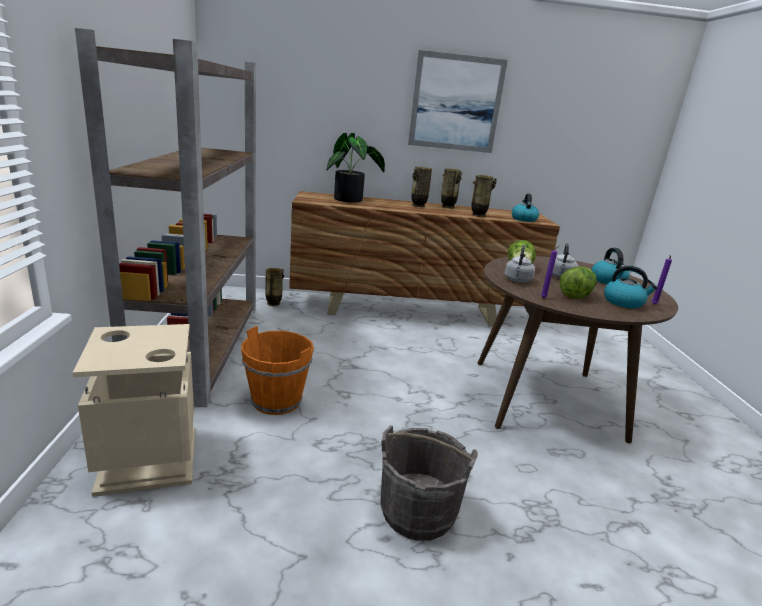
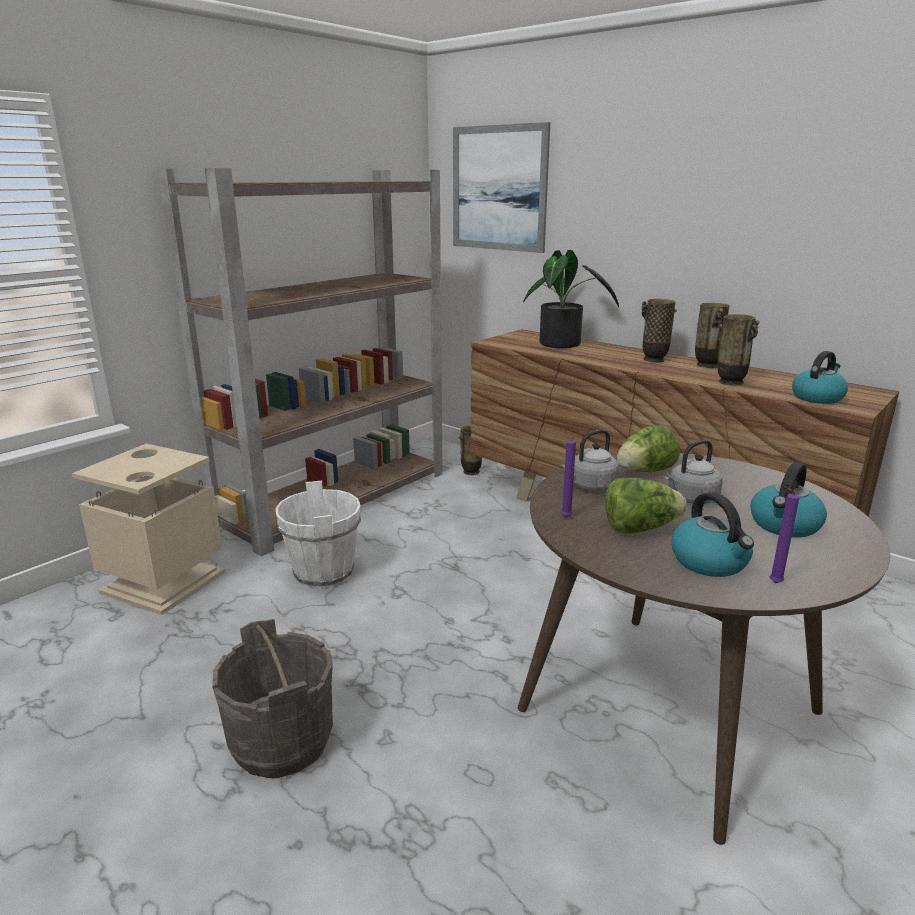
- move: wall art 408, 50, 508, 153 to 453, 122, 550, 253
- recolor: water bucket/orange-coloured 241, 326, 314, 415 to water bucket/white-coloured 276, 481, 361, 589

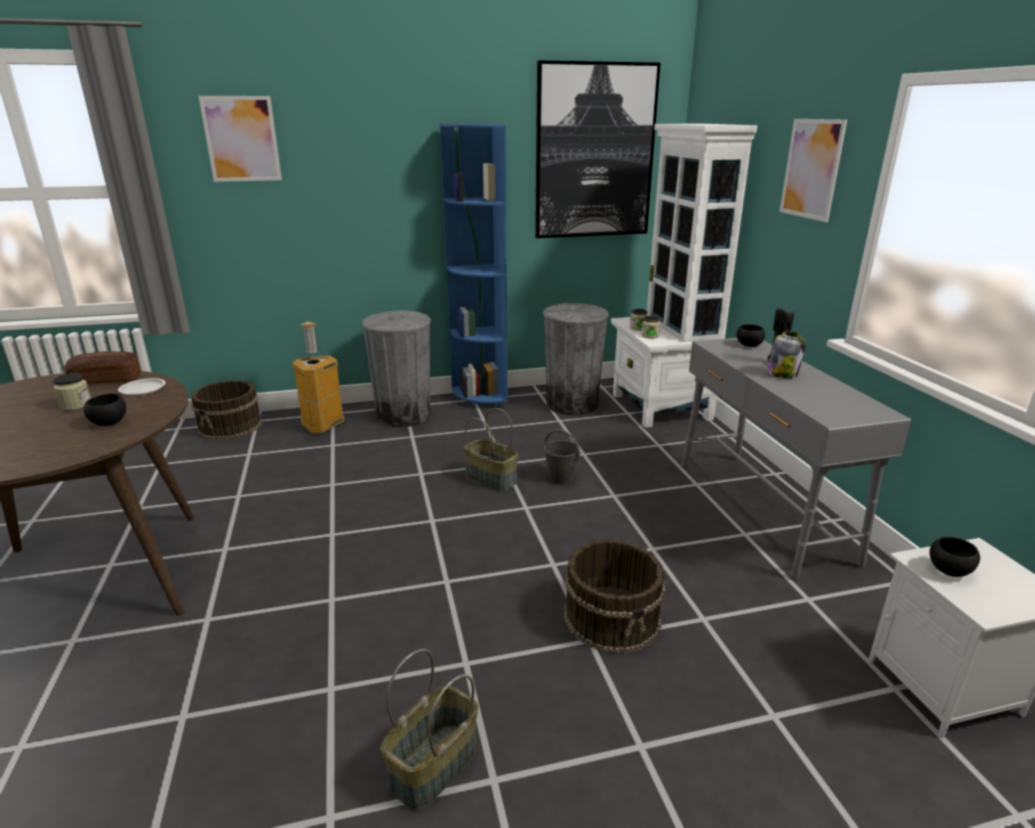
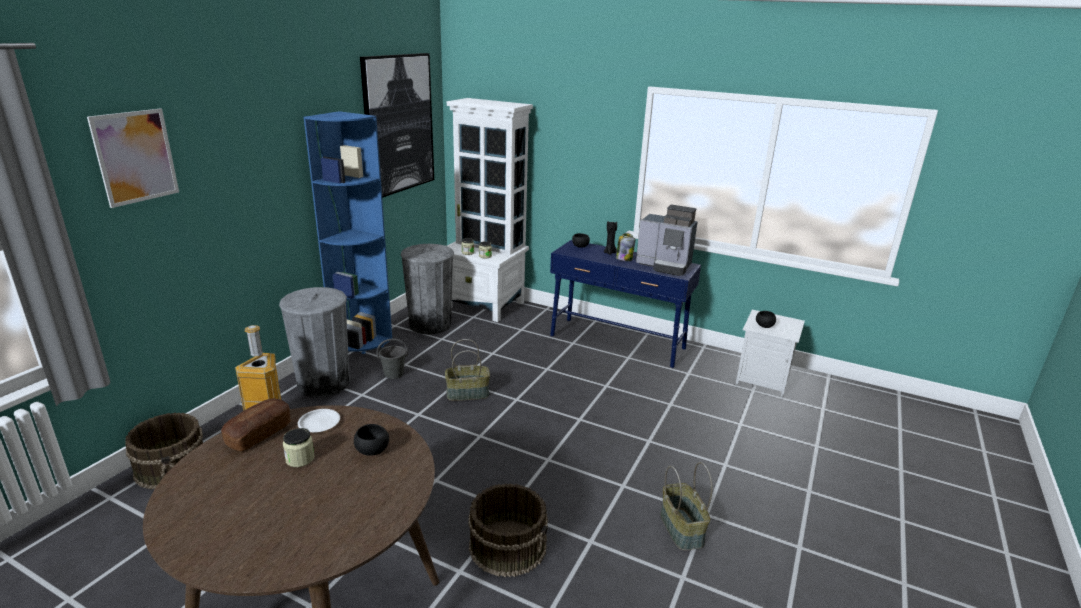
- delete: wall art 779, 119, 848, 222
- recolor: console table/greyish 681, 338, 911, 579 to console table/blue 550, 240, 701, 368
- move: water bucket/greyish 544, 429, 580, 484 to 377, 338, 408, 379
- move: water bucket/brown 564, 539, 665, 654 to 468, 483, 548, 577
- insert: coffee brewer 636, 205, 698, 276

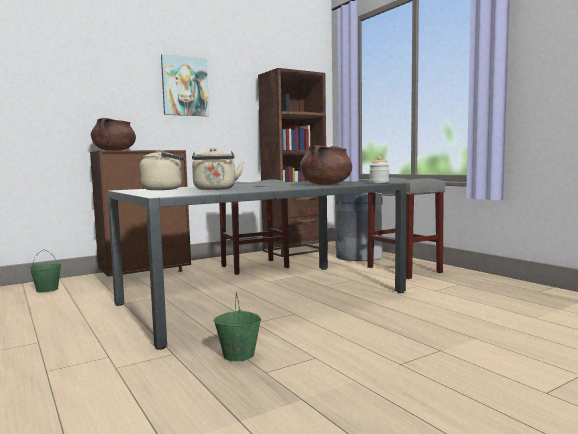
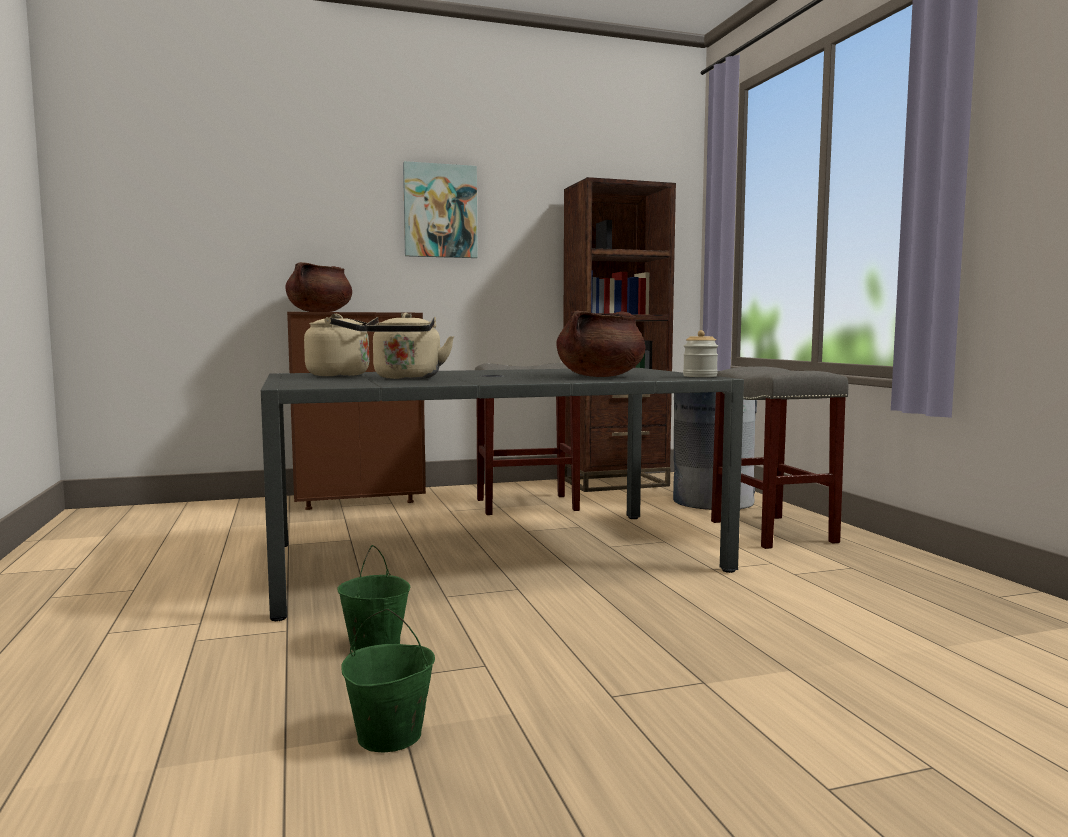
- move: water bucket/greenish 30, 249, 62, 293 to 341, 608, 435, 752

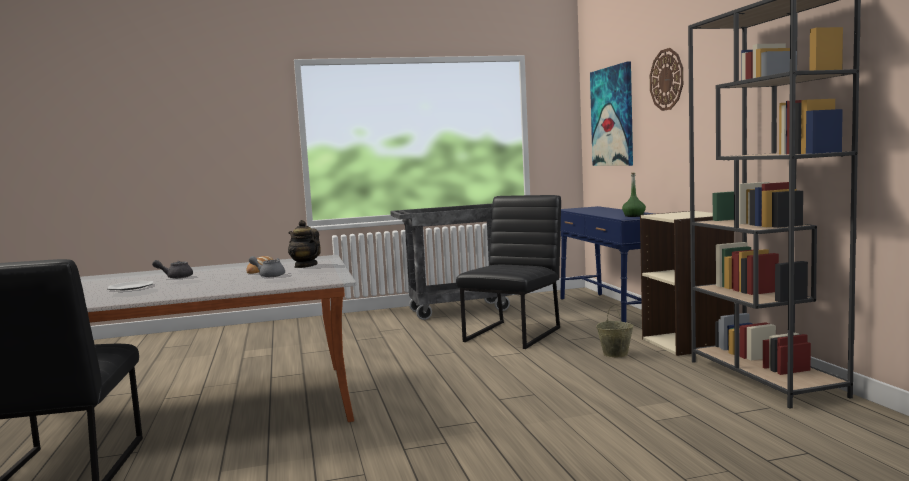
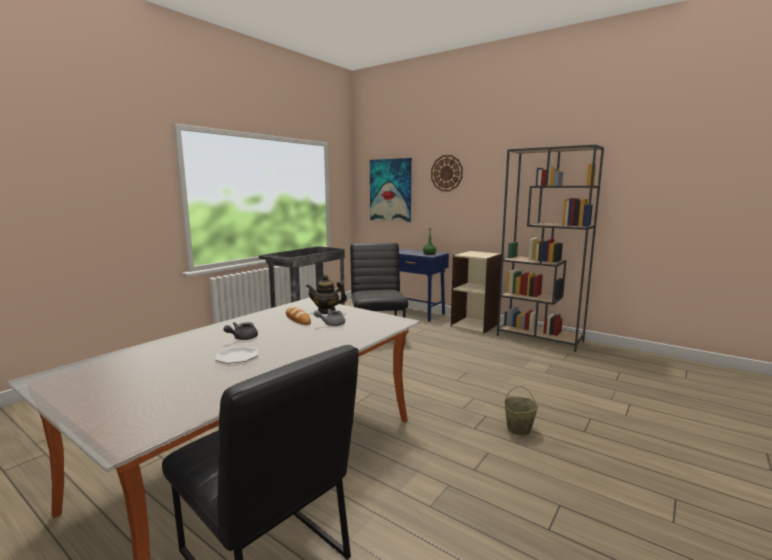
- move: water bucket/beige-coloured 596, 305, 634, 357 to 504, 386, 539, 436

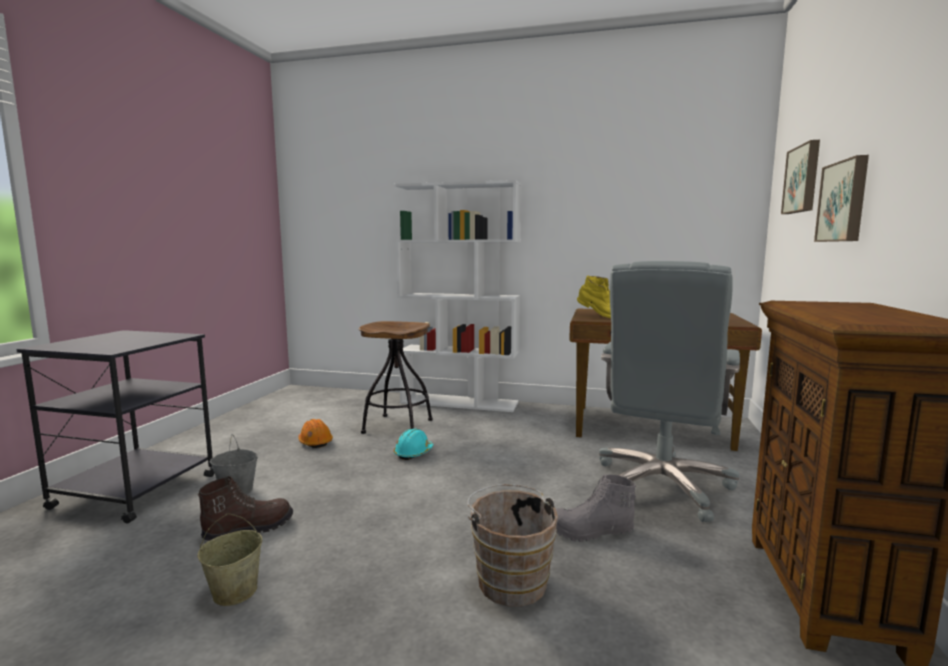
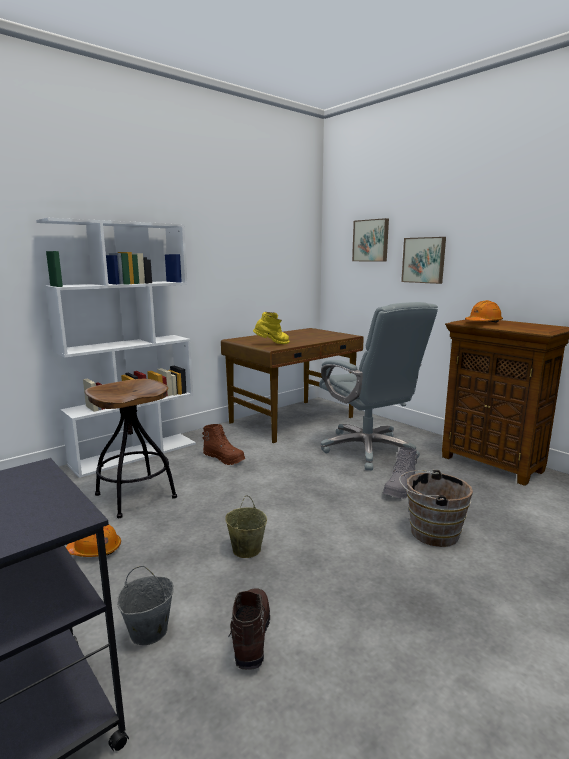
- delete: hard hat/turquoise-coloured 394, 429, 434, 460
- move: water bucket/beige-coloured 198, 513, 262, 606 to 225, 495, 267, 558
- insert: hard hat/orange-coloured 465, 300, 503, 323
- insert: tall boot/brown 202, 424, 245, 465

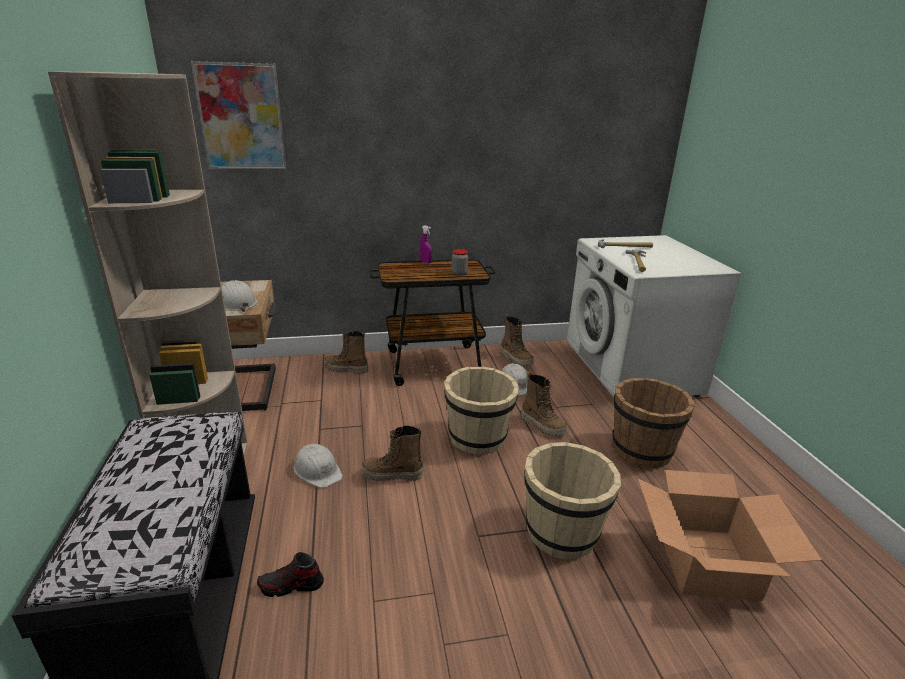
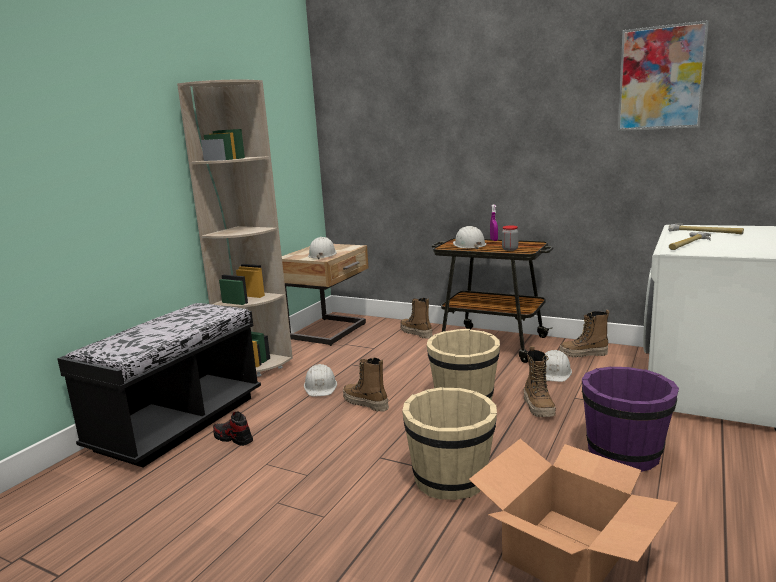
- move: wall art 191, 61, 286, 169 to 618, 20, 709, 131
- rotate: tall boot 500, 314, 534, 366 = 559, 310, 609, 357 90 degrees clockwise
- recolor: water bucket/brown 613, 378, 695, 468 to water bucket/purplish 582, 367, 679, 472
- insert: hard hat/white-coloured 453, 226, 486, 249

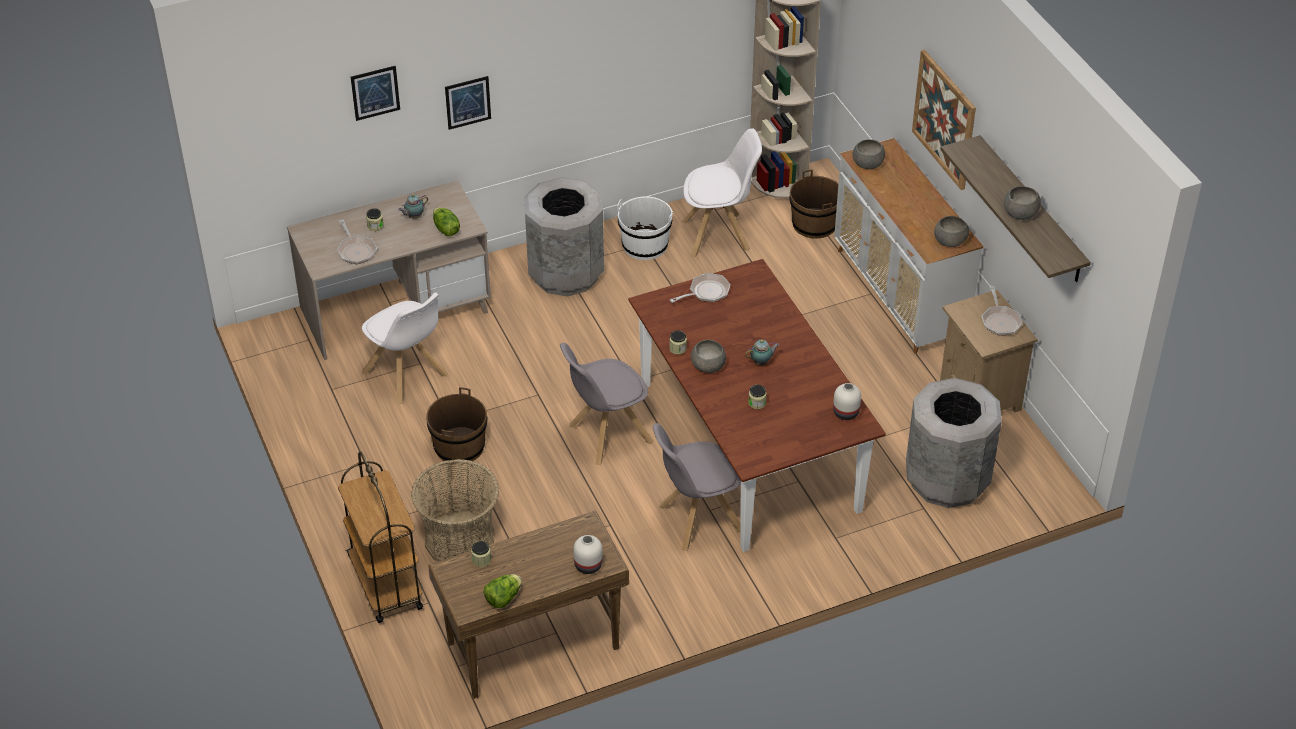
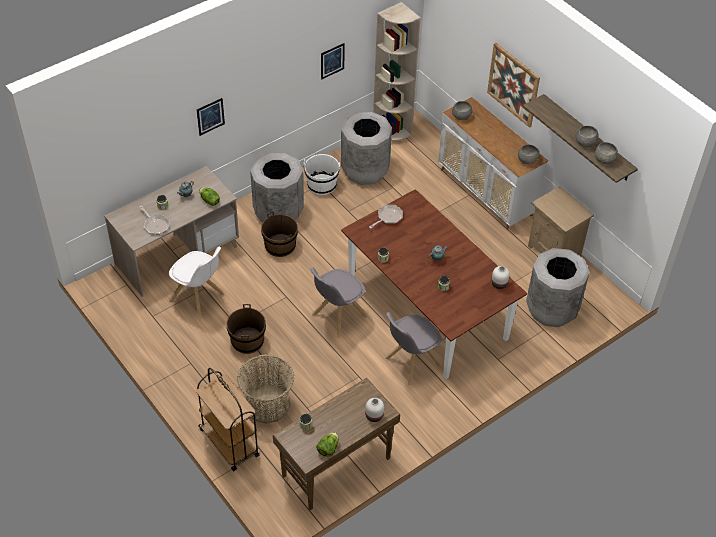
- move: wall art 351, 66, 400, 121 to 321, 43, 345, 79
- replace: upright chair/white-coloured 682, 128, 762, 257 to rubbish bin/greyish 341, 112, 392, 185
- move: water bucket/brown 789, 169, 838, 239 to 261, 211, 298, 257
- delete: skillet 982, 286, 1023, 336
- move: deep dish/greyish 691, 340, 726, 373 to 594, 142, 618, 164

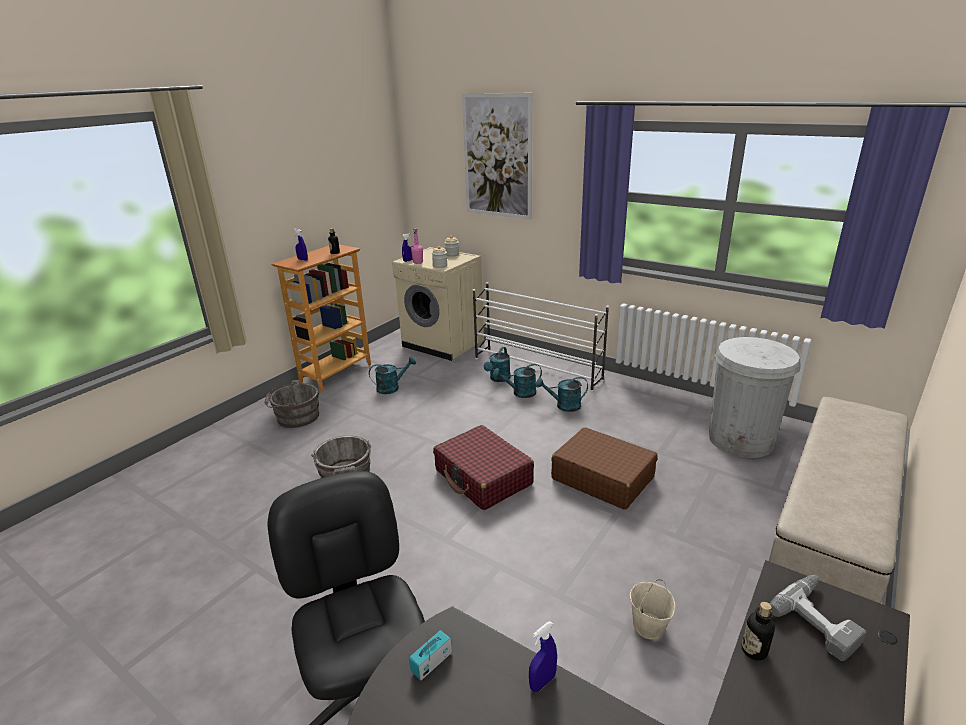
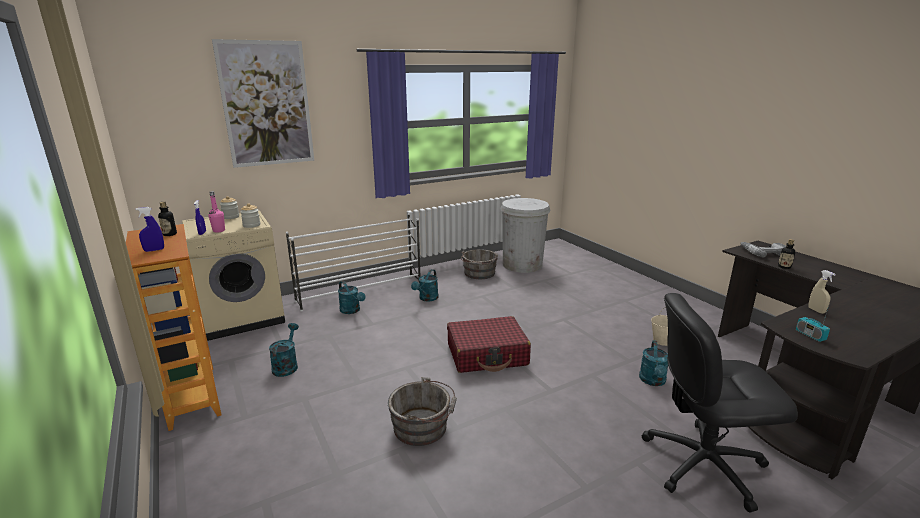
- move: watering pot/turquoise-coloured 493, 364, 542, 398 to 639, 340, 668, 386
- move: water bucket/greyish 264, 380, 319, 428 to 461, 249, 498, 279
- delete: bench/beige-coloured 769, 397, 908, 603
- delete: suitcase/brown 551, 427, 658, 510
- recolor: spray bottle/blue 529, 621, 557, 692 to spray bottle/beige-coloured 809, 270, 836, 314

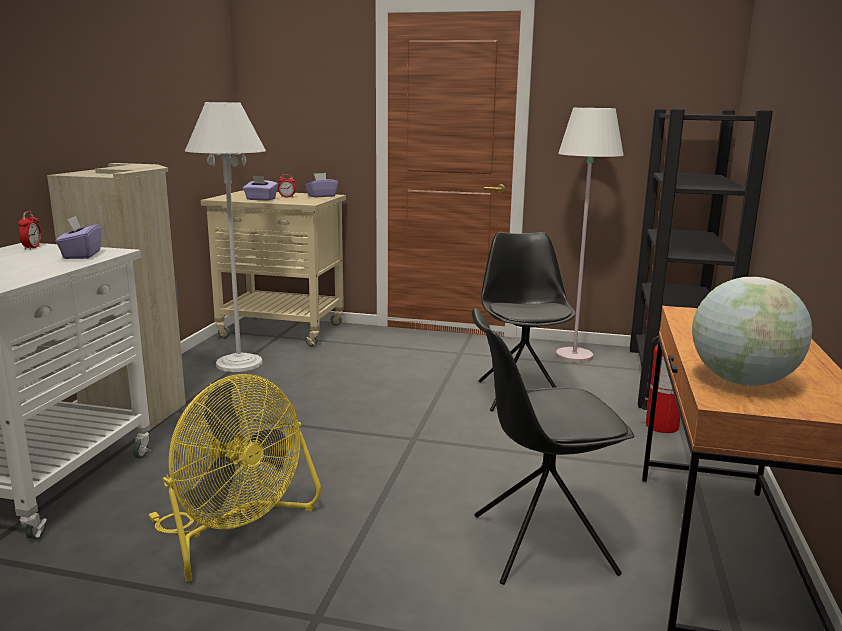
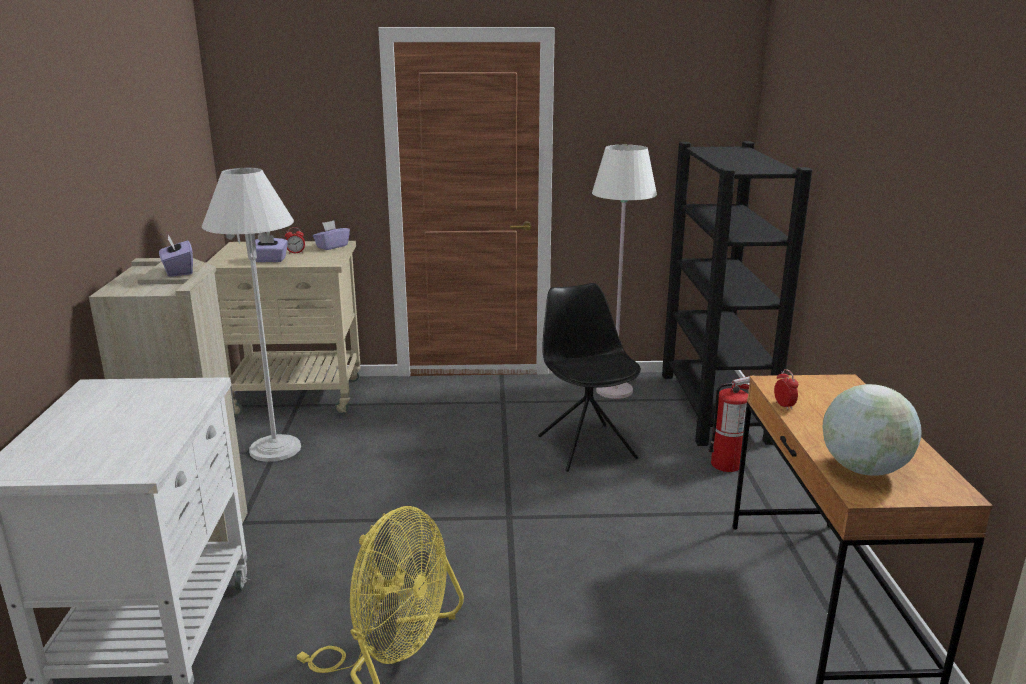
- move: bedside clock 18, 211, 41, 250 to 774, 369, 798, 410
- move: tissue holder/purplish 56, 216, 101, 259 to 159, 235, 193, 277
- delete: upright chair/blackish 472, 308, 634, 585

